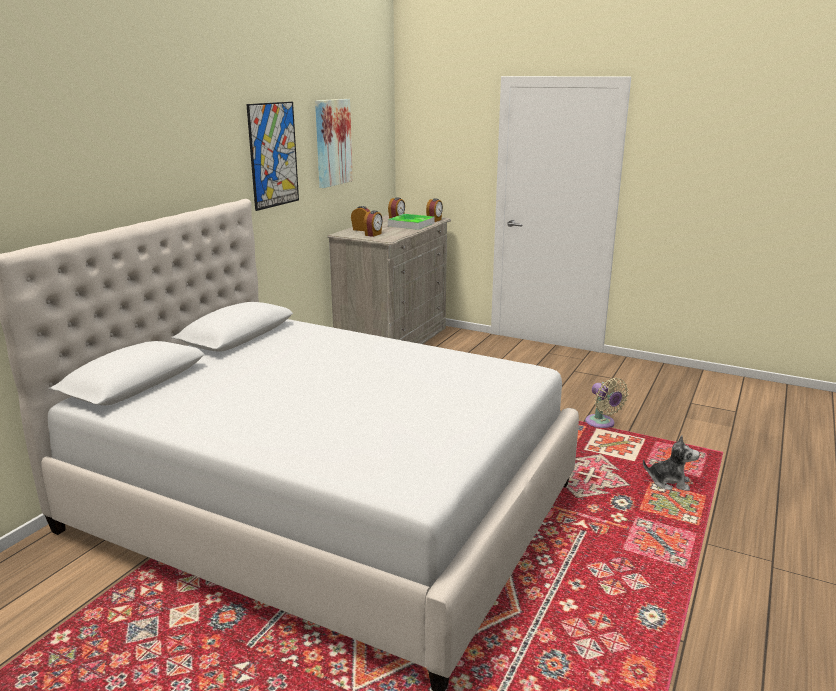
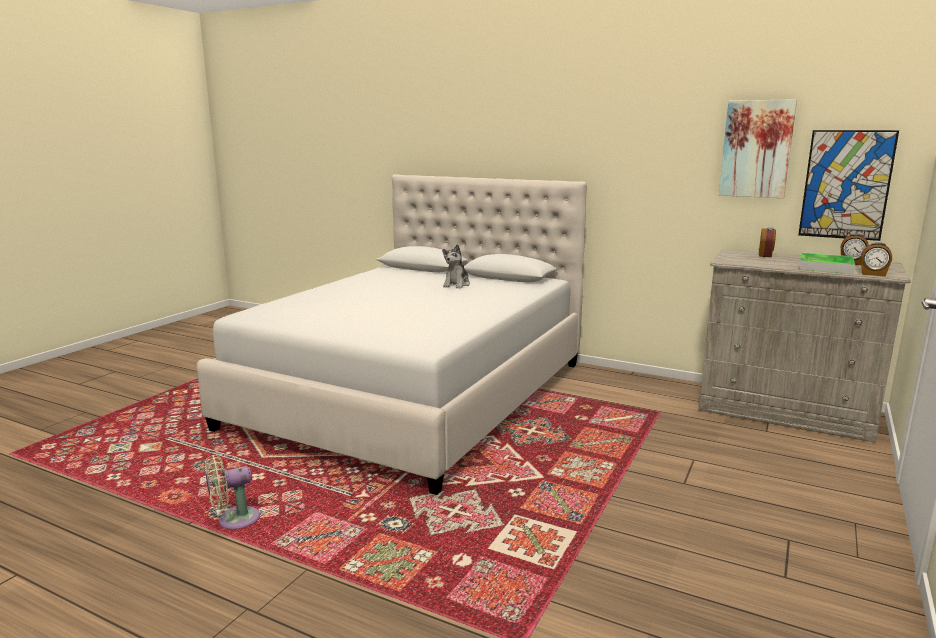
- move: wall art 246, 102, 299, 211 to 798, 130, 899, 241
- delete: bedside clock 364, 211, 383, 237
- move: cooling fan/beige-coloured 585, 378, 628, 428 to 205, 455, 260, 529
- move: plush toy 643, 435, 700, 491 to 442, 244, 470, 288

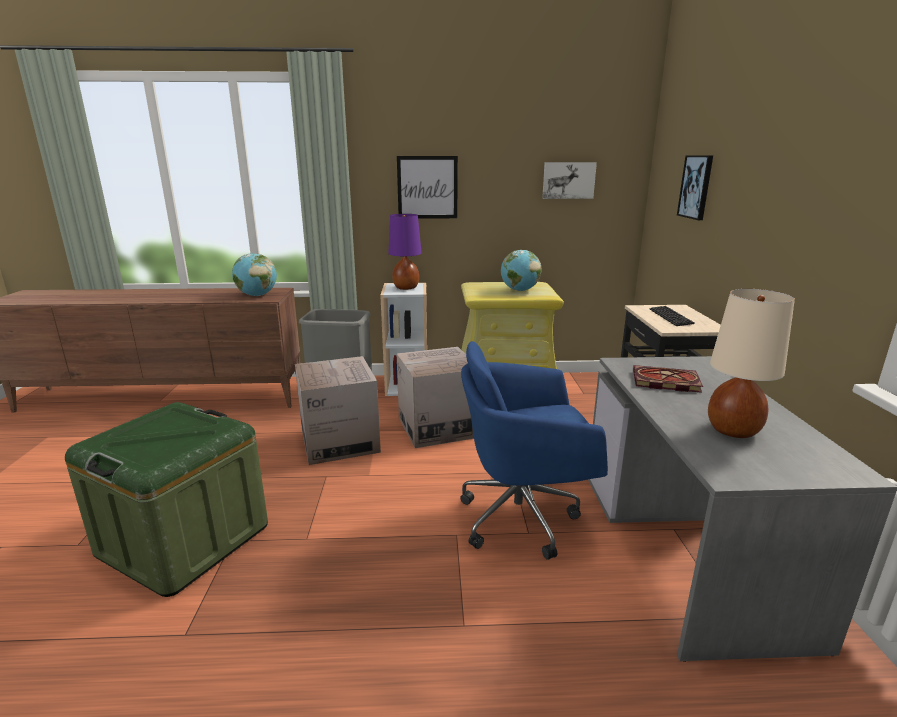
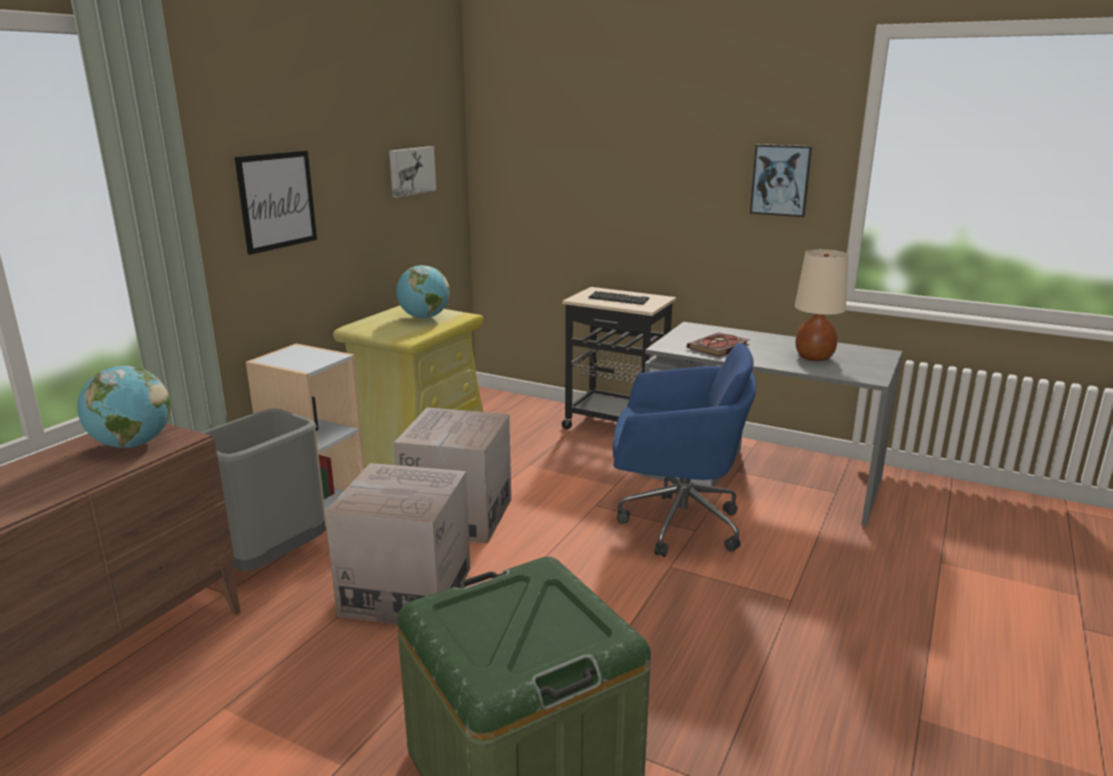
- move: wall art 677, 155, 713, 220 to 750, 144, 812, 217
- delete: table lamp/purplish 388, 214, 422, 290
- rotate: computer chair/blue 460, 341, 608, 560 = 613, 343, 756, 557 105 degrees counterclockwise

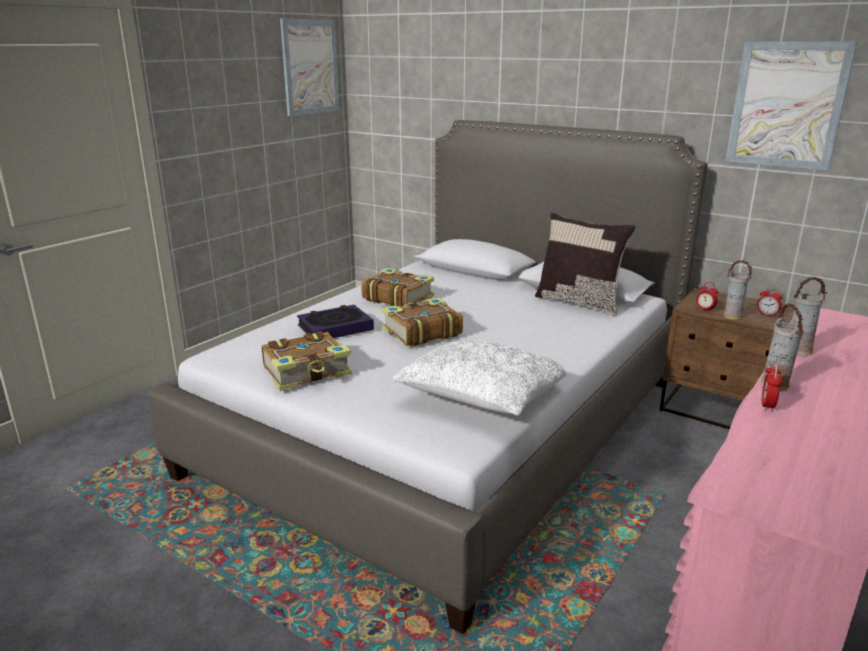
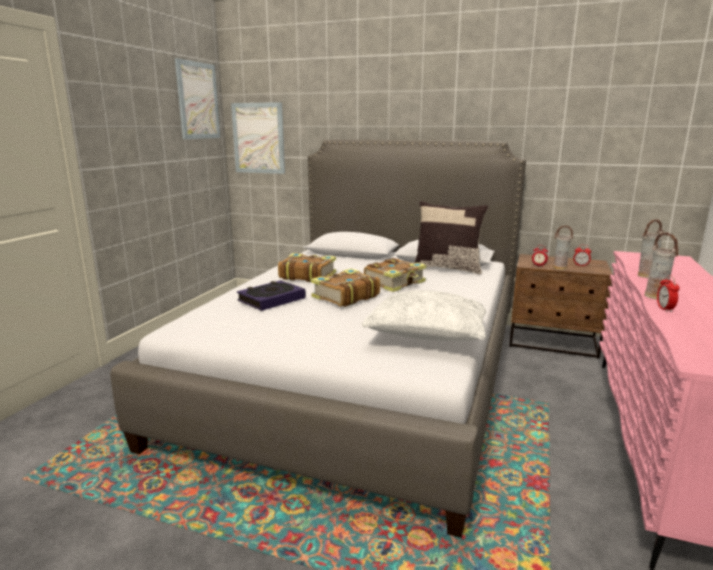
- move: wall art 726, 41, 857, 171 to 231, 102, 285, 174
- move: book 262, 331, 352, 391 to 364, 258, 426, 292

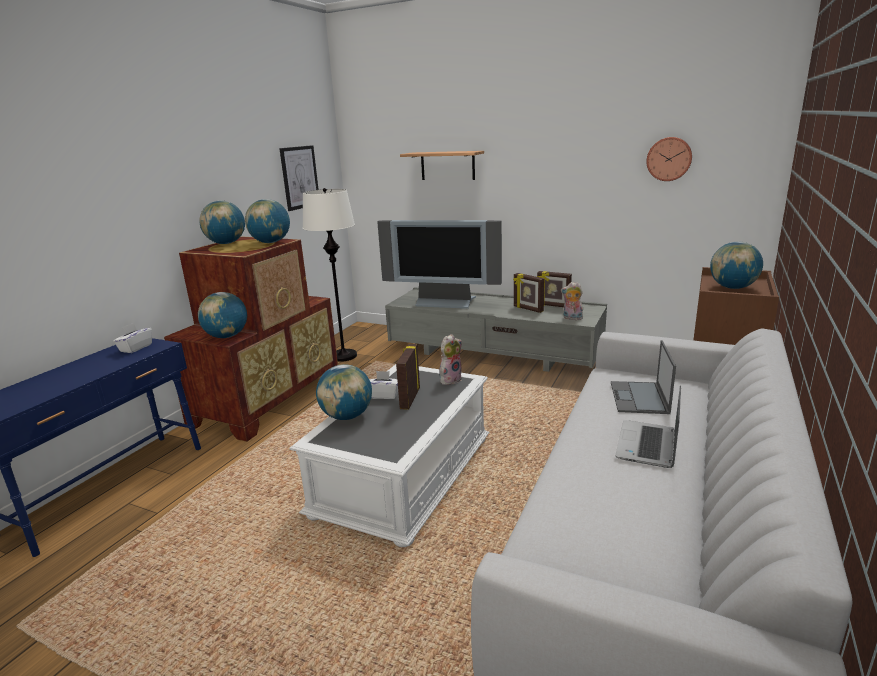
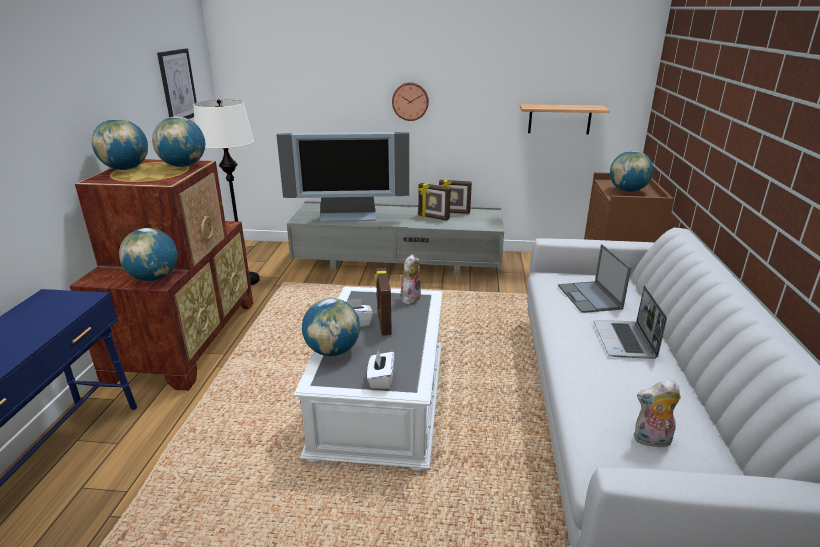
- move: hanging clock 646, 137, 692, 181 to 392, 82, 429, 121
- move: shelf 400, 151, 484, 180 to 520, 104, 610, 135
- move: plush toy 561, 282, 583, 320 to 634, 381, 681, 448
- move: tissue holder/white-coloured 113, 322, 152, 353 to 367, 351, 394, 389

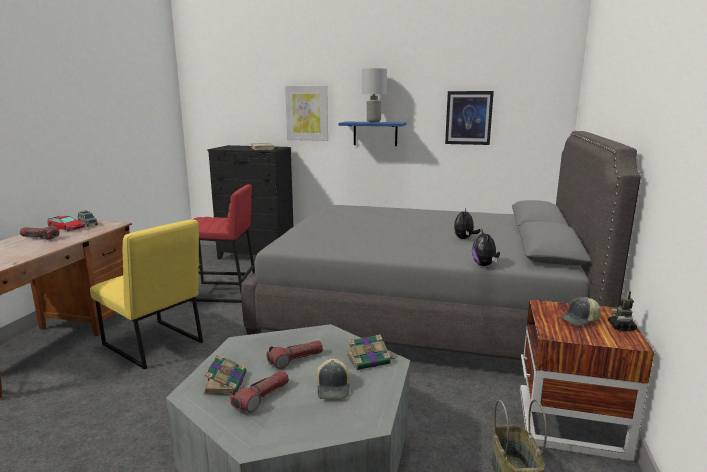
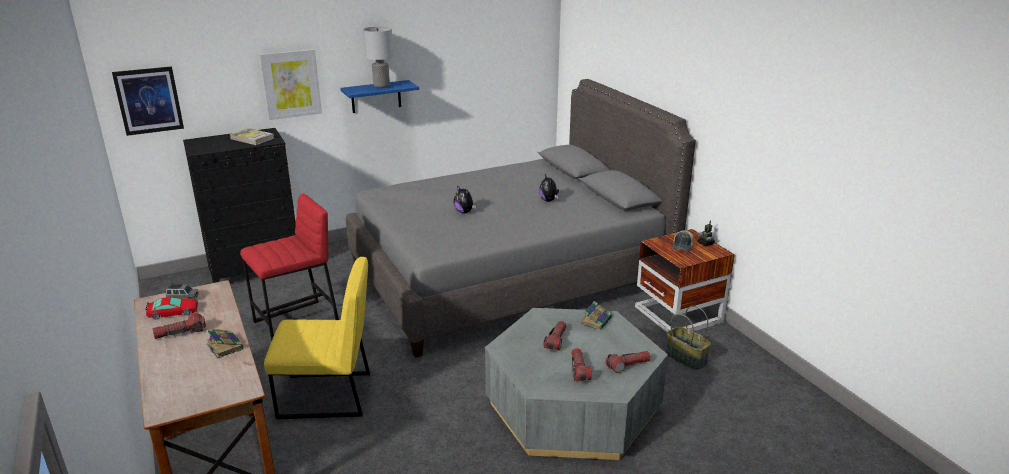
- move: wall art 445, 91, 494, 145 to 112, 66, 184, 136
- move: plush toy 472, 229, 500, 266 to 454, 186, 476, 213
- move: book 203, 355, 246, 395 to 206, 329, 243, 359
- delete: peaked cap 317, 359, 350, 399
- insert: flashlight 605, 351, 651, 373

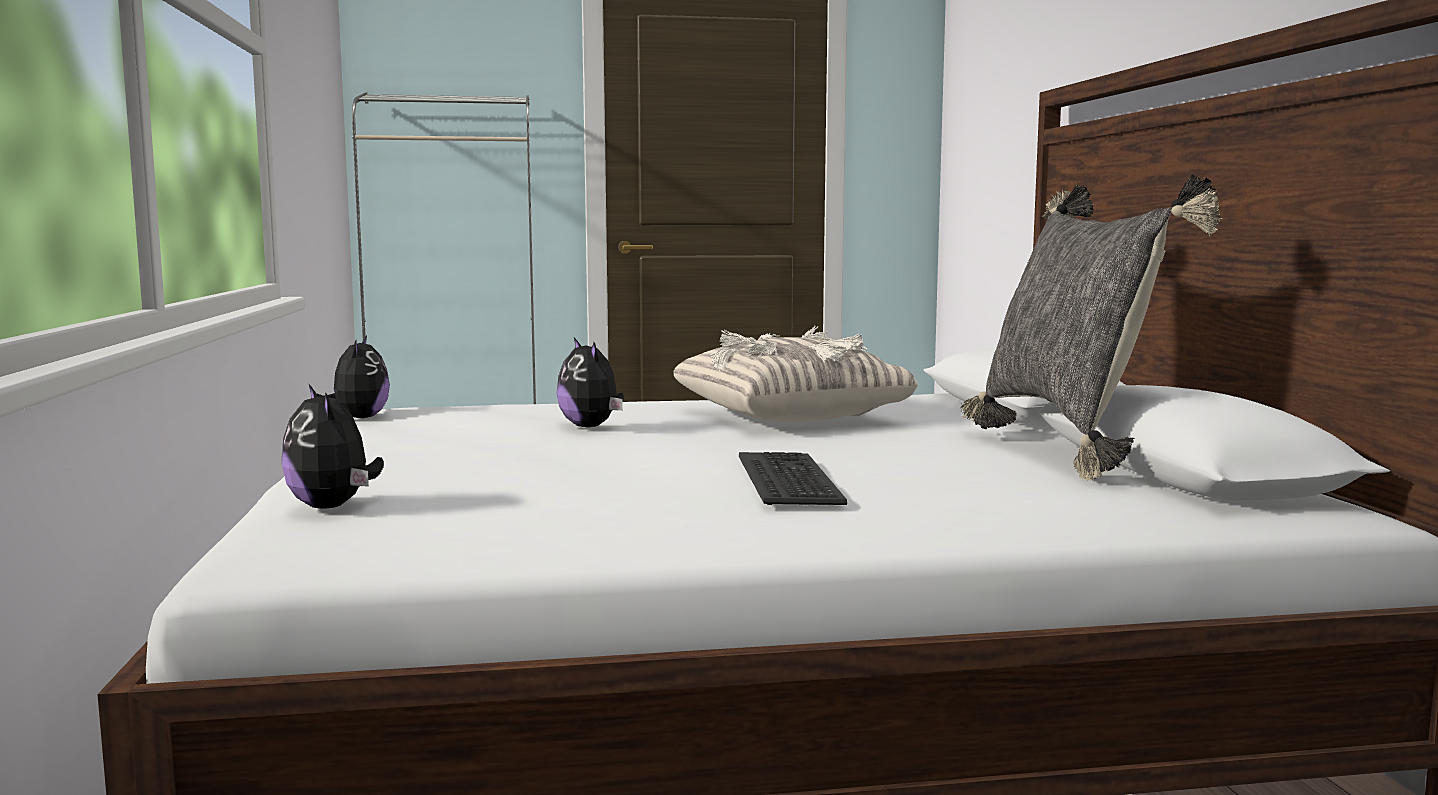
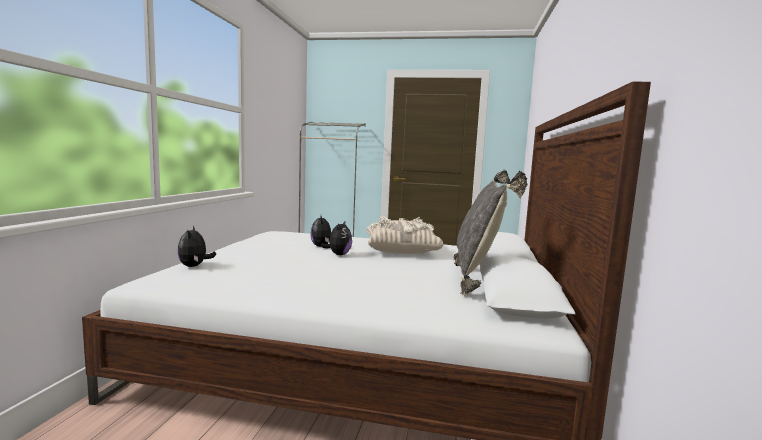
- move: plush toy 317, 335, 390, 418 to 321, 220, 352, 255
- delete: PC keyboard 739, 452, 847, 505

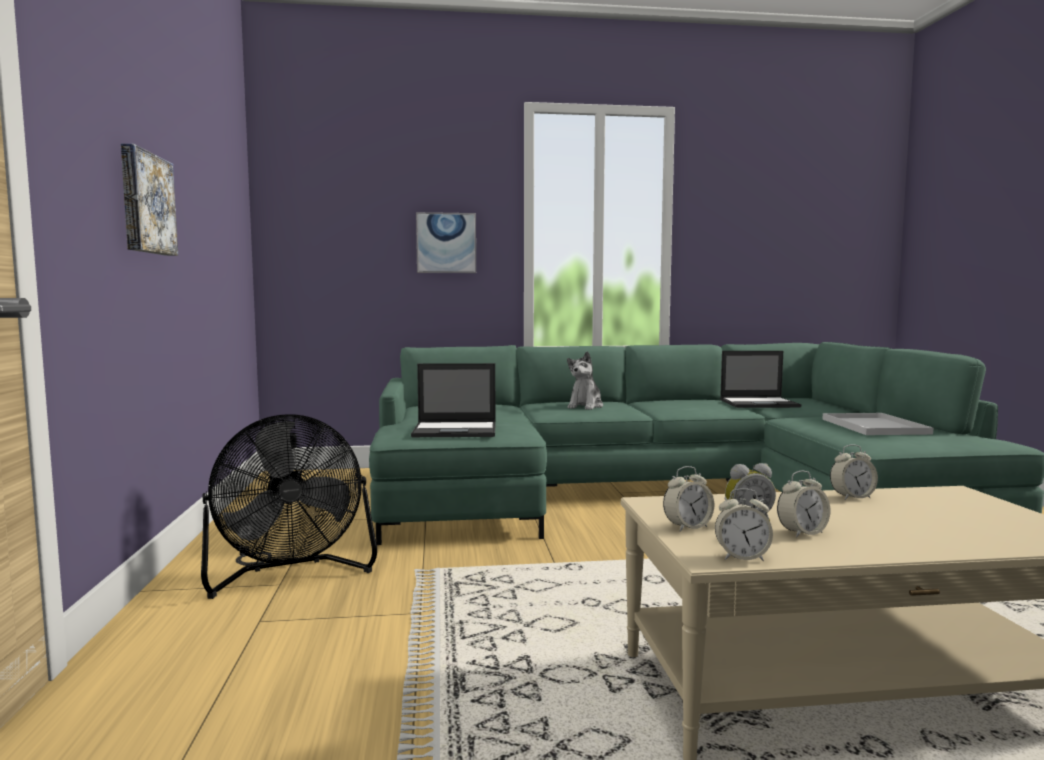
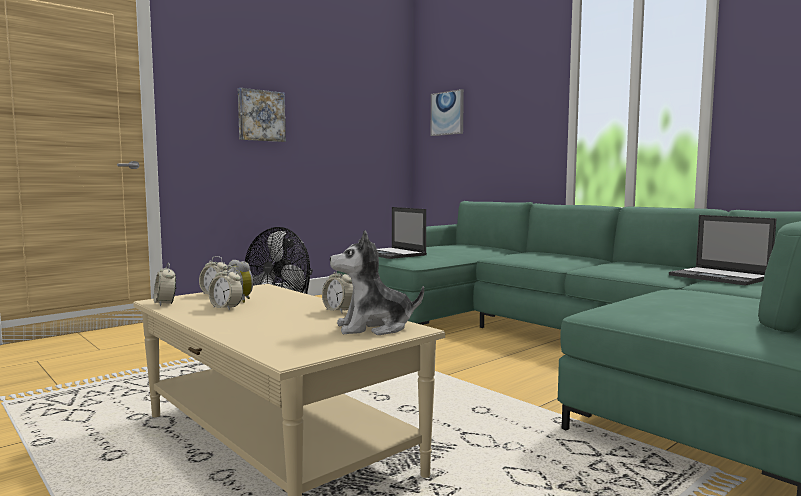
- move: wall art 416, 212, 476, 273 to 431, 89, 464, 136
- move: plush toy 567, 351, 603, 410 to 330, 230, 424, 335
- delete: serving tray/white-coloured 822, 413, 933, 435

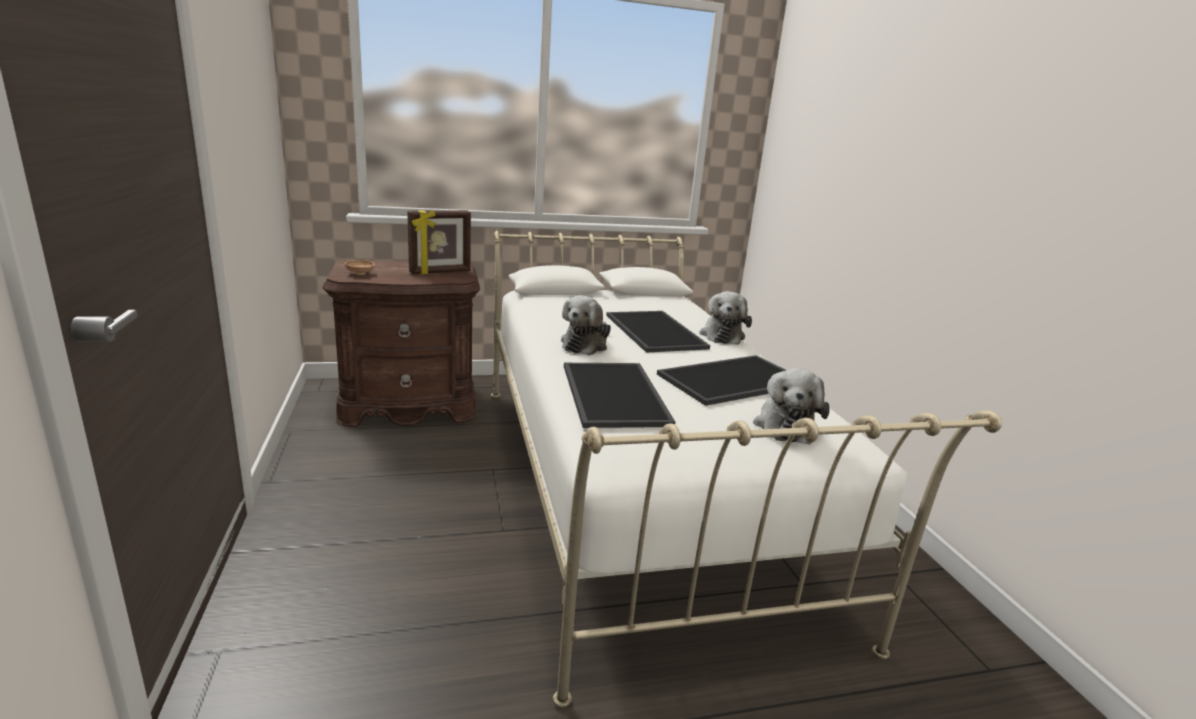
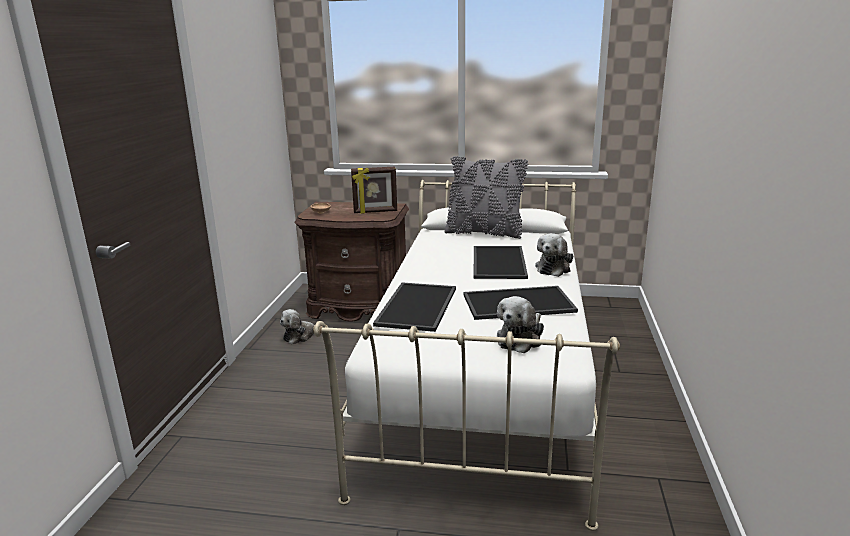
- move: plush toy 561, 296, 611, 356 to 280, 309, 323, 344
- insert: throw pillow/greyish 445, 156, 528, 239

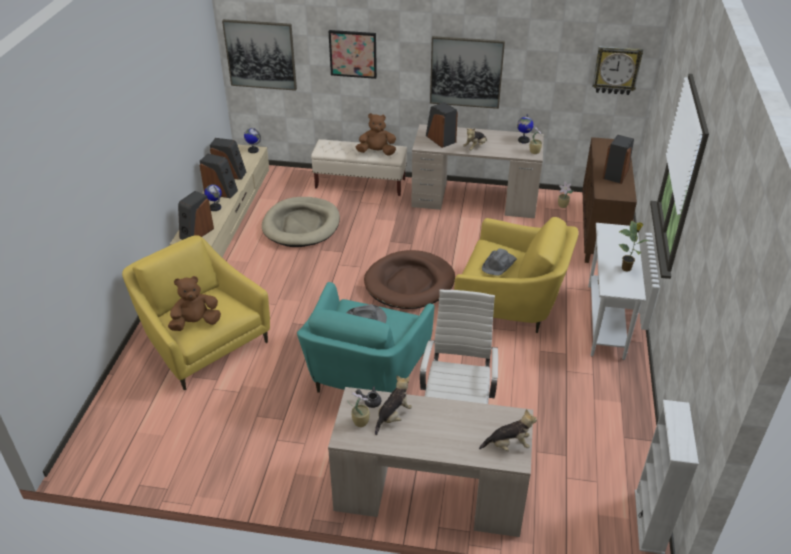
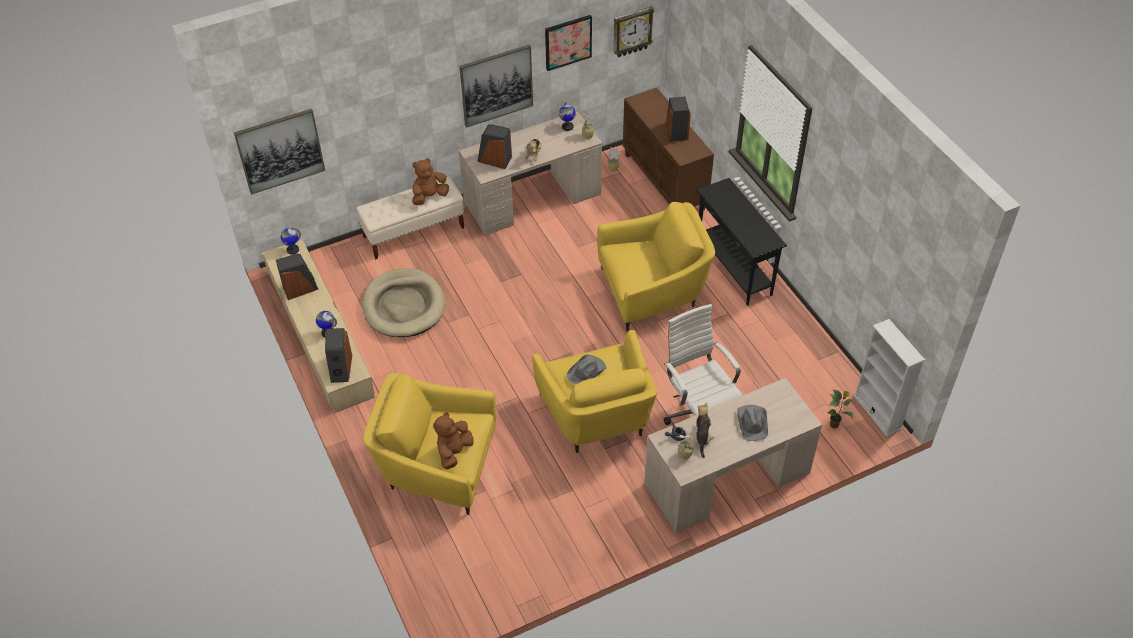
- move: wall art 328, 30, 377, 79 to 545, 15, 592, 71
- delete: speaker 200, 154, 238, 198
- move: plant in a pot 618, 220, 648, 271 to 827, 389, 853, 428
- recolor: console table/white-coloured 588, 223, 646, 360 to console table/blackish 697, 178, 787, 306
- move: clothing hat/greyish 482, 249, 517, 276 to 737, 405, 768, 441
- delete: pet bed/brown 364, 250, 455, 309
- recolor: armchair/turquoise-coloured 297, 282, 434, 393 to armchair/yellow 532, 330, 658, 453
- delete: plush toy 479, 409, 537, 451

